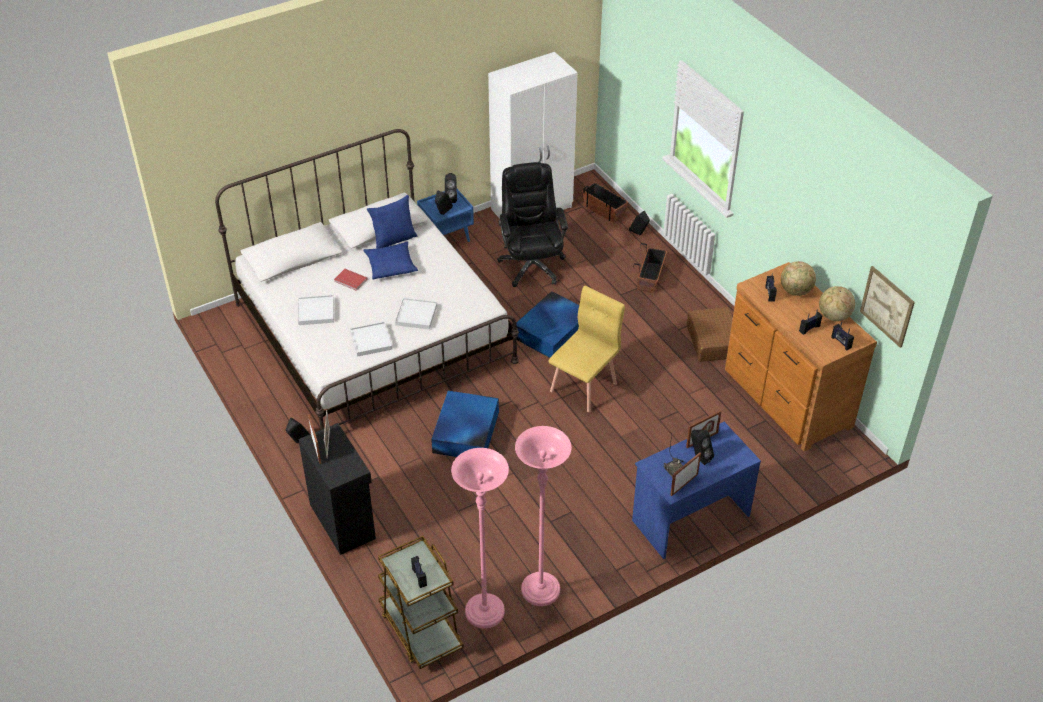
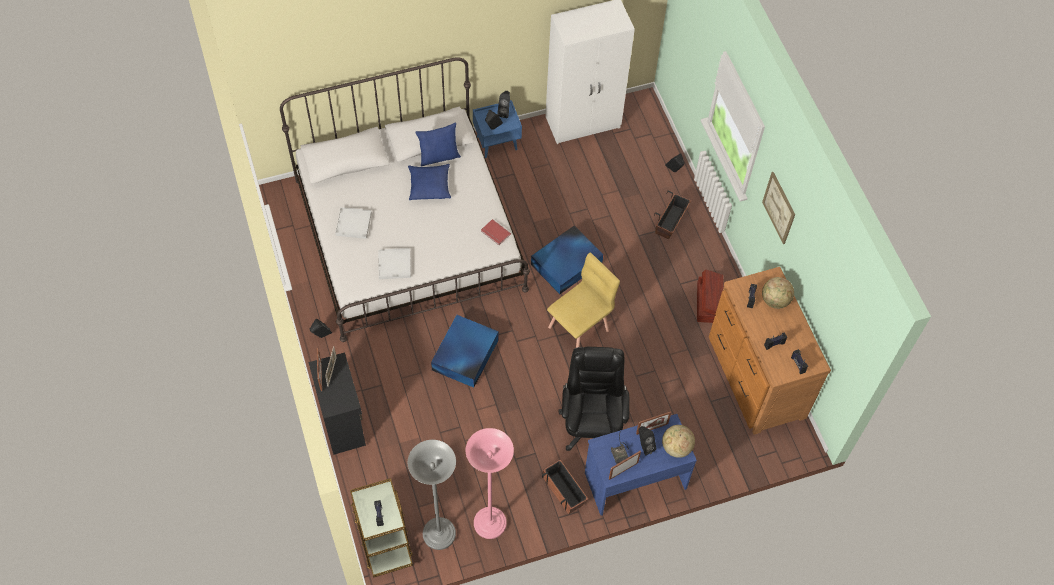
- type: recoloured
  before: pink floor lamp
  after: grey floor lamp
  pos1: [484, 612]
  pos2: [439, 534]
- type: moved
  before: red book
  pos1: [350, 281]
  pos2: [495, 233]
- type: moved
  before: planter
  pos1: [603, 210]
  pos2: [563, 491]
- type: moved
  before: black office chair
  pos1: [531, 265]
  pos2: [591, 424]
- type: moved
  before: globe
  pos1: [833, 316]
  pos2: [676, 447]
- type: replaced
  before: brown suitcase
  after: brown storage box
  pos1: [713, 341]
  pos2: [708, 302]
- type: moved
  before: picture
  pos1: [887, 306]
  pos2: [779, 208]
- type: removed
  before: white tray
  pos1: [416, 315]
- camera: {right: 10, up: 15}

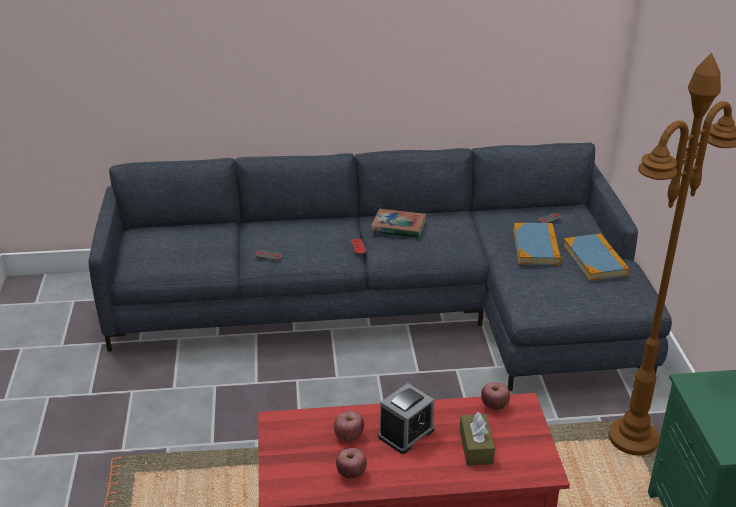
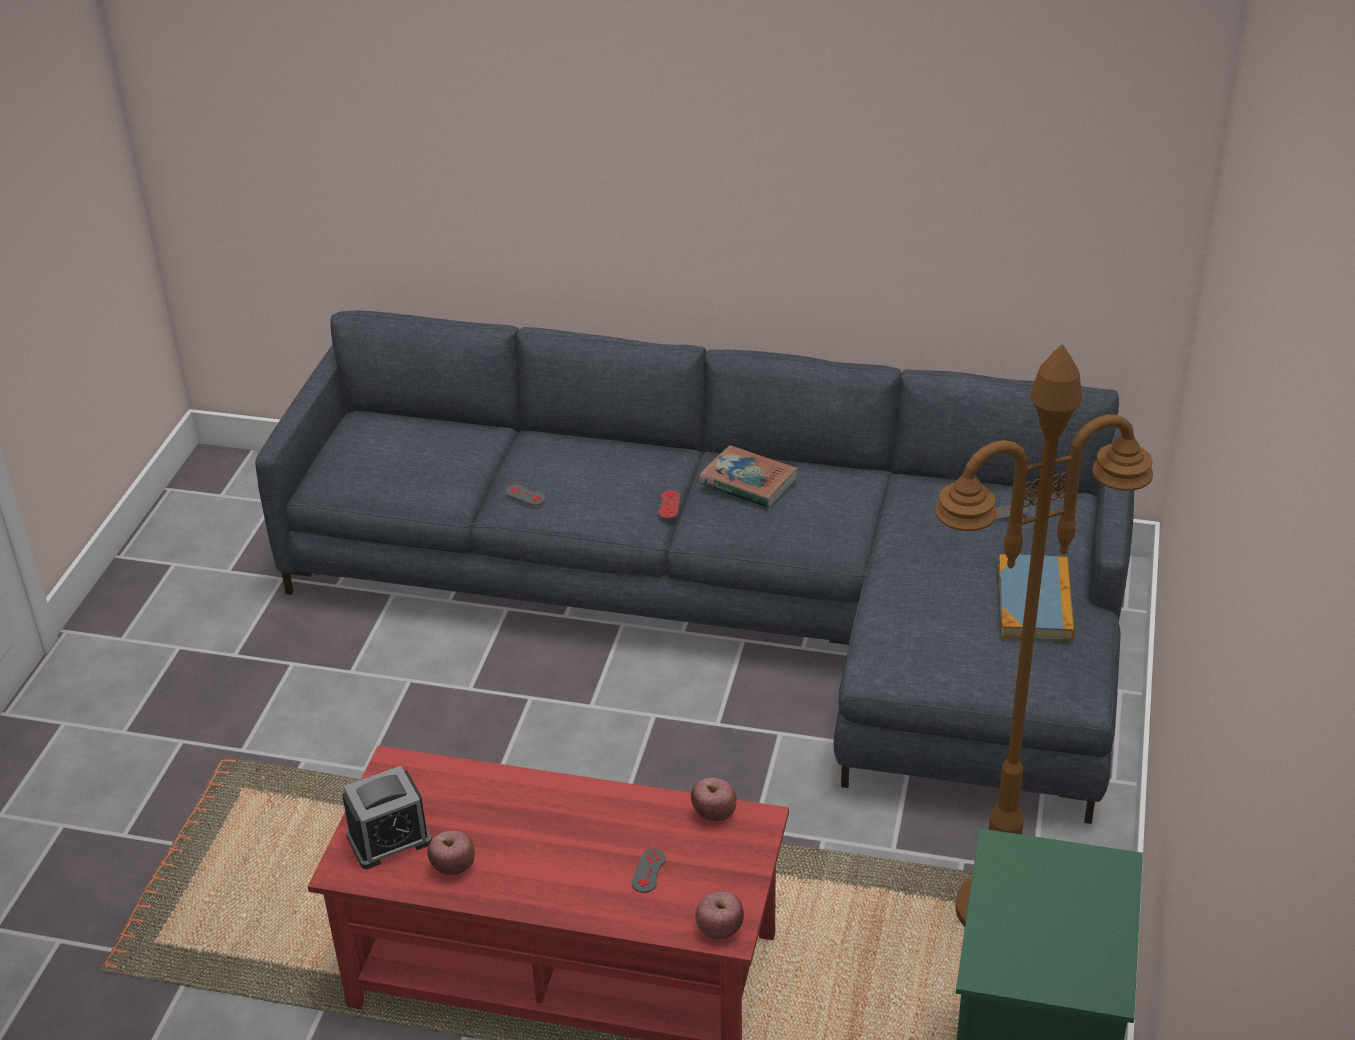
- type: moved
  before: alarm clock
  pos1: [406, 433]
  pos2: [389, 839]
- type: replaced
  before: brown tissue box
  after: grey game controller
  pos1: [476, 447]
  pos2: [648, 871]
- type: moved
  before: apple
  pos1: [348, 436]
  pos2: [719, 929]
- type: removed
  before: book
  pos1: [536, 246]
- camera: {right: 20, up: 5}

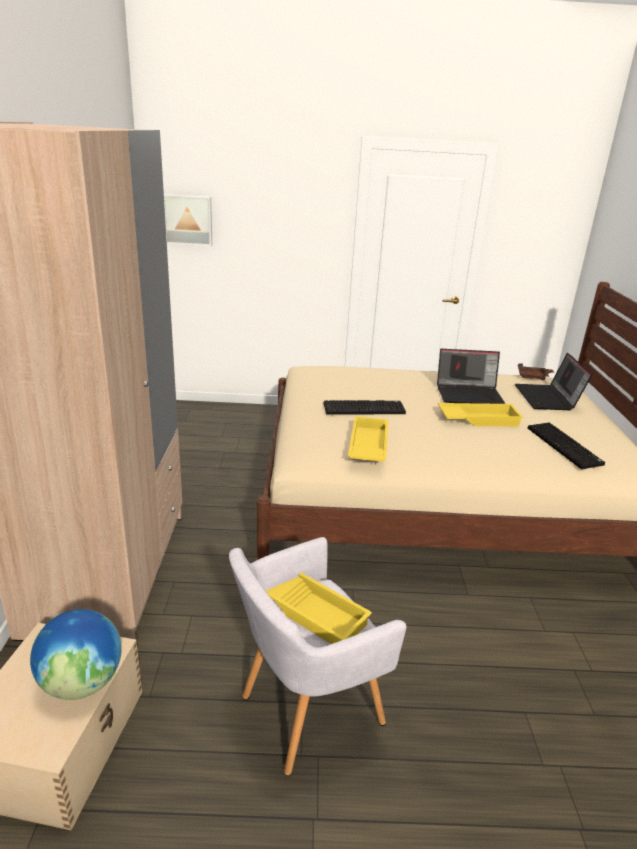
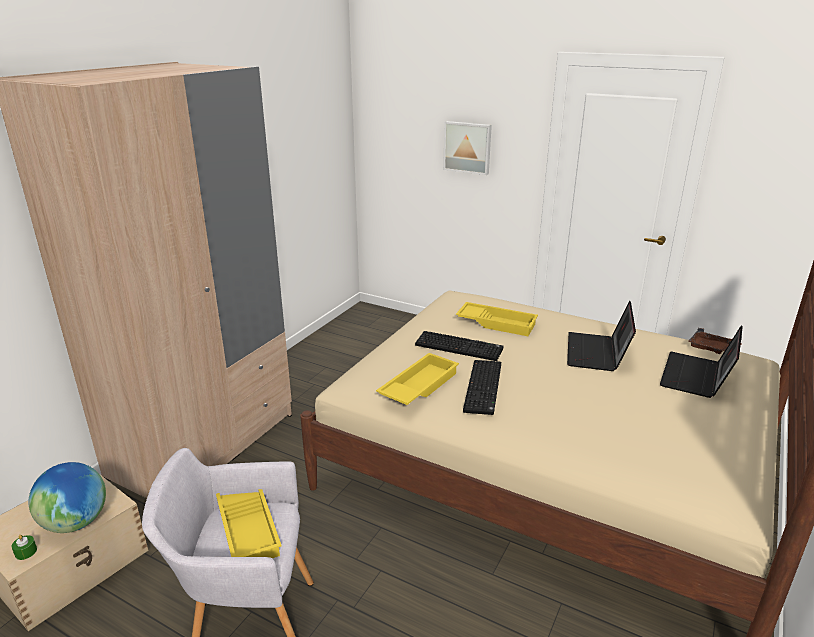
- type: added
  after: green candle
  pos2: [26, 552]
- type: moved
  before: picture
  pos1: [188, 220]
  pos2: [467, 147]
- type: moved
  before: yellow tray
  pos1: [478, 419]
  pos2: [497, 323]
- type: moved
  before: keyboard
  pos1: [565, 446]
  pos2: [484, 388]
- type: turned
  before: laptop
  pos1: [469, 394]
  pos2: [597, 353]
  turn: 75
- camera: {right: 30, up: 0}

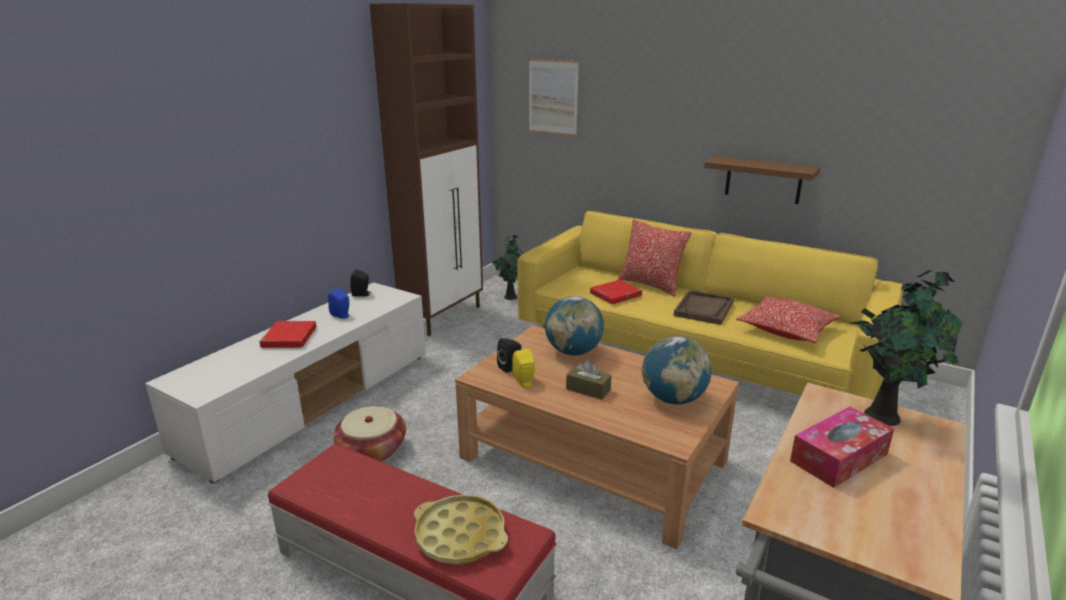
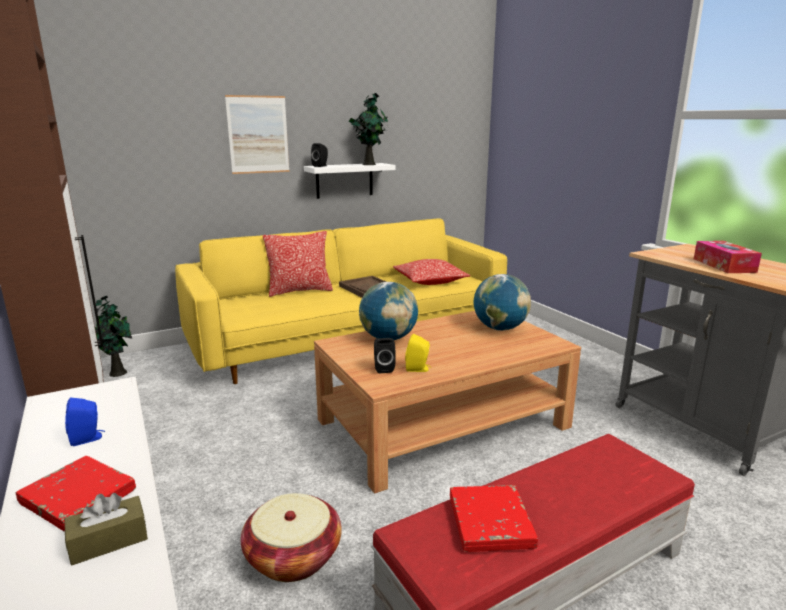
- type: moved
  before: brown tissue box
  pos1: [588, 389]
  pos2: [109, 541]
- type: moved
  before: picture
  pos1: [553, 97]
  pos2: [258, 135]
- type: recoloured
  before: brown shelf
  after: white shelf
  pos1: [763, 180]
  pos2: [344, 180]
- type: moved
  before: black speaker
  pos1: [362, 294]
  pos2: [321, 166]
- type: moved
  before: potted plant
  pos1: [885, 416]
  pos2: [369, 164]
- type: moved
  before: red book
  pos1: [615, 295]
  pos2: [490, 522]
- type: removed
  before: yellow tray
  pos1: [460, 535]
- camera: {right: -60, up: -5}

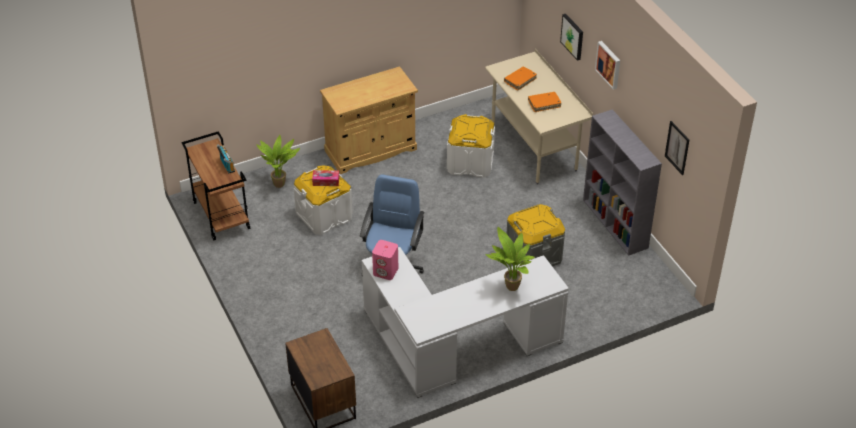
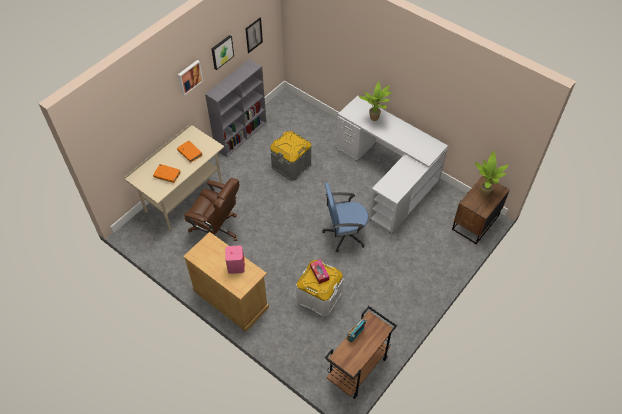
- type: replaced
  before: white storage box
  after: brown office chair
  pos1: [470, 162]
  pos2: [216, 230]
- type: moved
  before: picture
  pos1: [573, 36]
  pos2: [222, 51]
- type: moved
  before: pink speaker
  pos1: [386, 271]
  pos2: [236, 266]
- type: moved
  before: potted plant
  pos1: [281, 184]
  pos2: [483, 193]
- camera: {right: -115, up: 10}

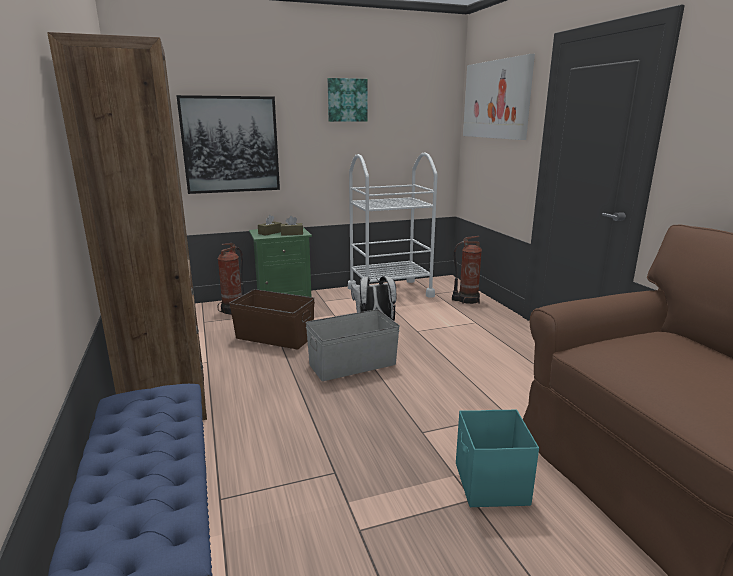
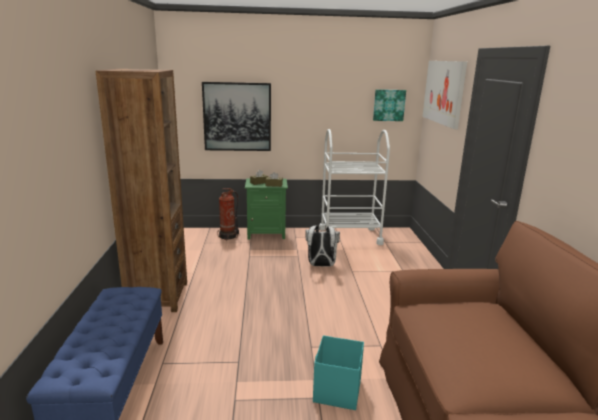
- type: moved
  before: picture
  pos1: [347, 100]
  pos2: [389, 105]
- type: removed
  before: brown storage box
  pos1: [275, 337]
- type: removed
  before: grey storage box
  pos1: [352, 364]
- type: removed
  before: fire extinguisher
  pos1: [466, 300]
- camera: {right: 15, up: 0}

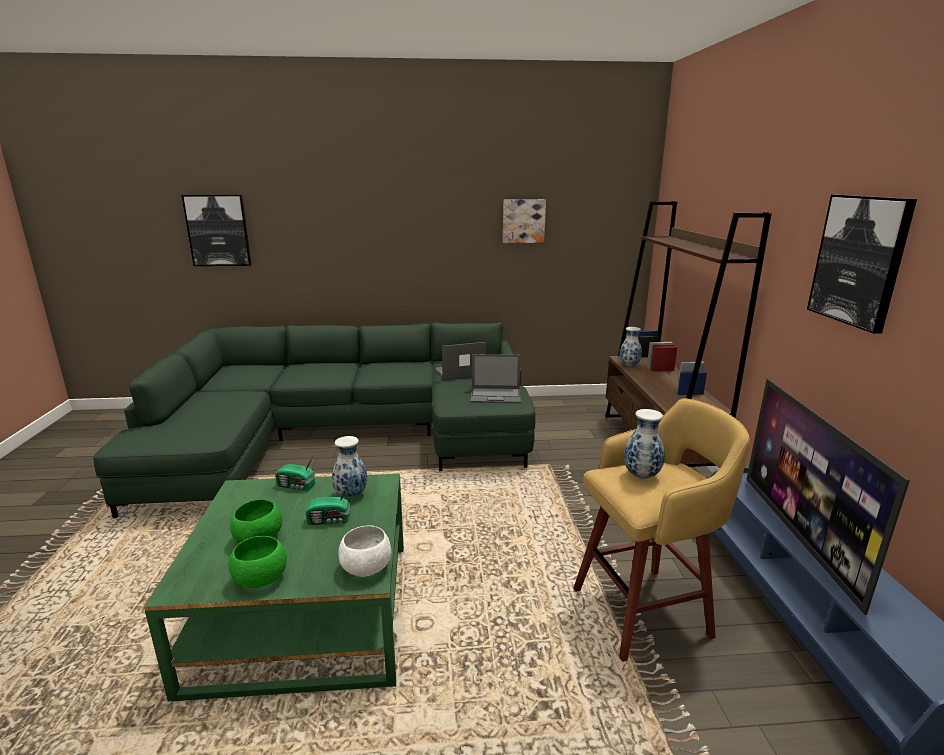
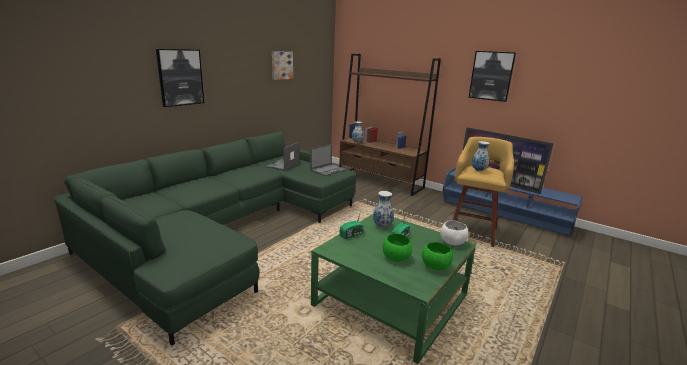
- type: moved
  before: picture
  pos1: [218, 230]
  pos2: [180, 77]
- camera: {right: -50, up: 0}

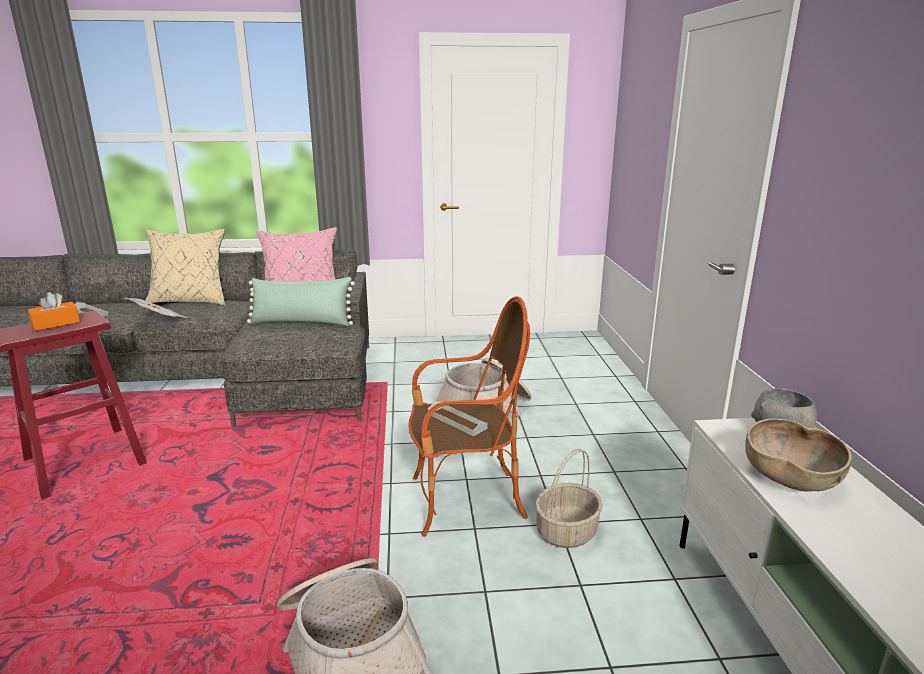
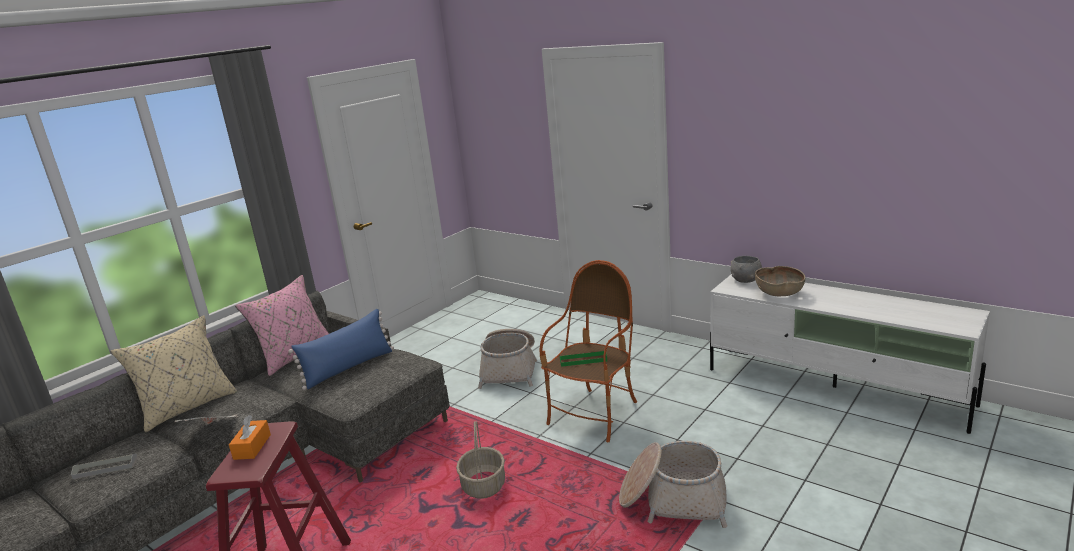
- type: recoloured
  before: green pillow
  after: blue pillow
  pos1: [301, 323]
  pos2: [349, 368]
- type: moved
  before: basket
  pos1: [566, 531]
  pos2: [483, 485]
- type: recoloured
  before: grey tray
  after: green tray
  pos1: [456, 421]
  pos2: [583, 360]
- camera: {right: -45, up: 0}

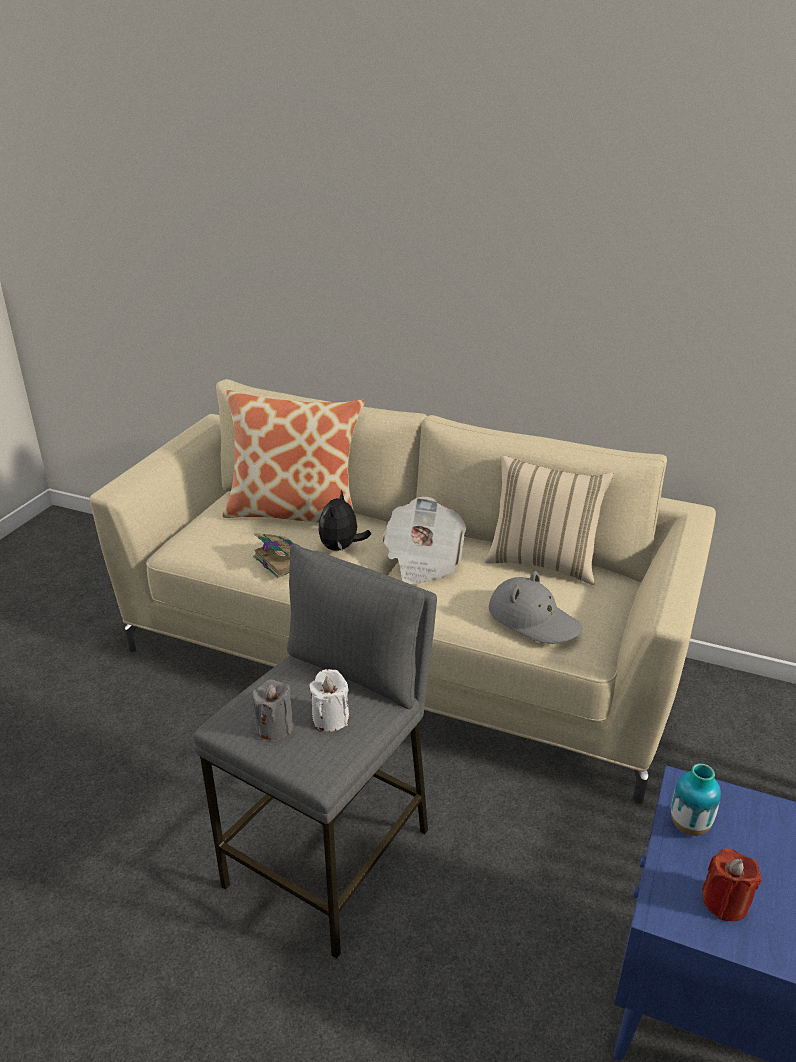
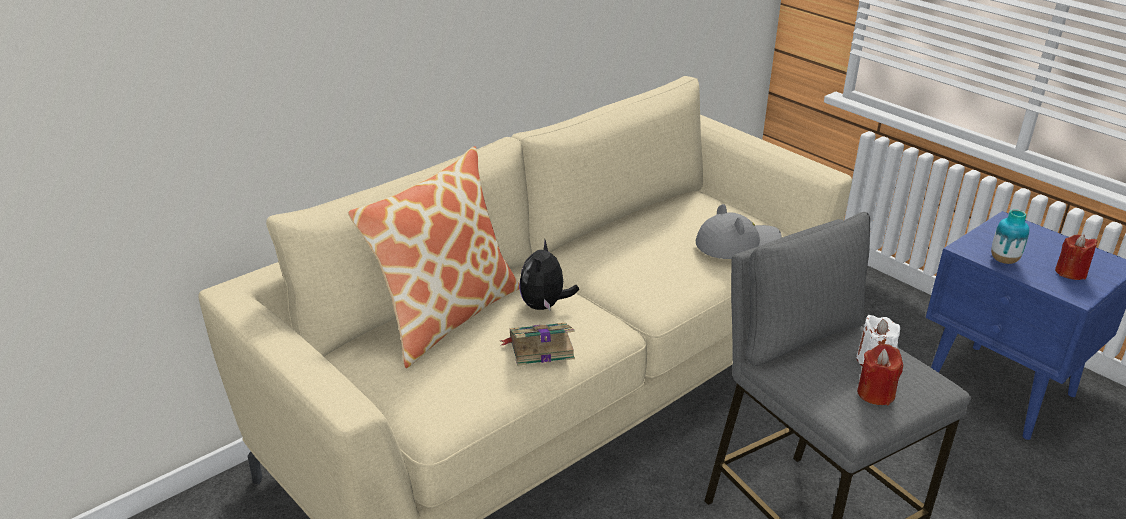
- type: turned
  before: plush toy
  pos1: [341, 548]
  pos2: [544, 306]
  turn: 60
- type: recoloured
  before: grey candle
  after: red candle
  pos1: [274, 727]
  pos2: [875, 393]
- type: removed
  before: newspaper
  pos1: [423, 561]
- type: removed
  before: beige pillow
  pos1: [542, 562]
- camera: {right: -65, up: 0}

